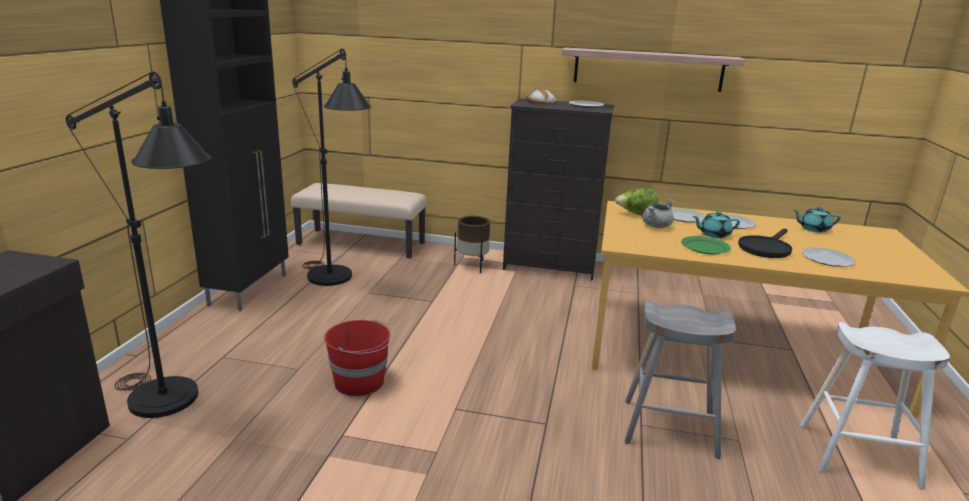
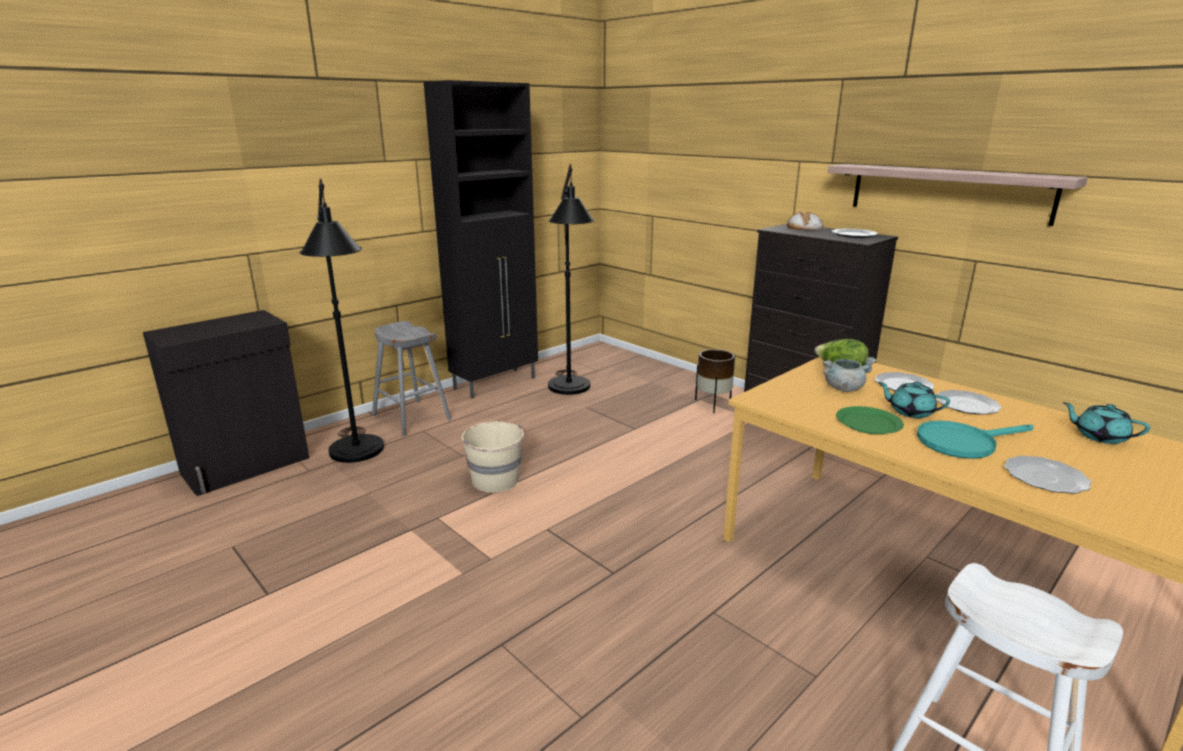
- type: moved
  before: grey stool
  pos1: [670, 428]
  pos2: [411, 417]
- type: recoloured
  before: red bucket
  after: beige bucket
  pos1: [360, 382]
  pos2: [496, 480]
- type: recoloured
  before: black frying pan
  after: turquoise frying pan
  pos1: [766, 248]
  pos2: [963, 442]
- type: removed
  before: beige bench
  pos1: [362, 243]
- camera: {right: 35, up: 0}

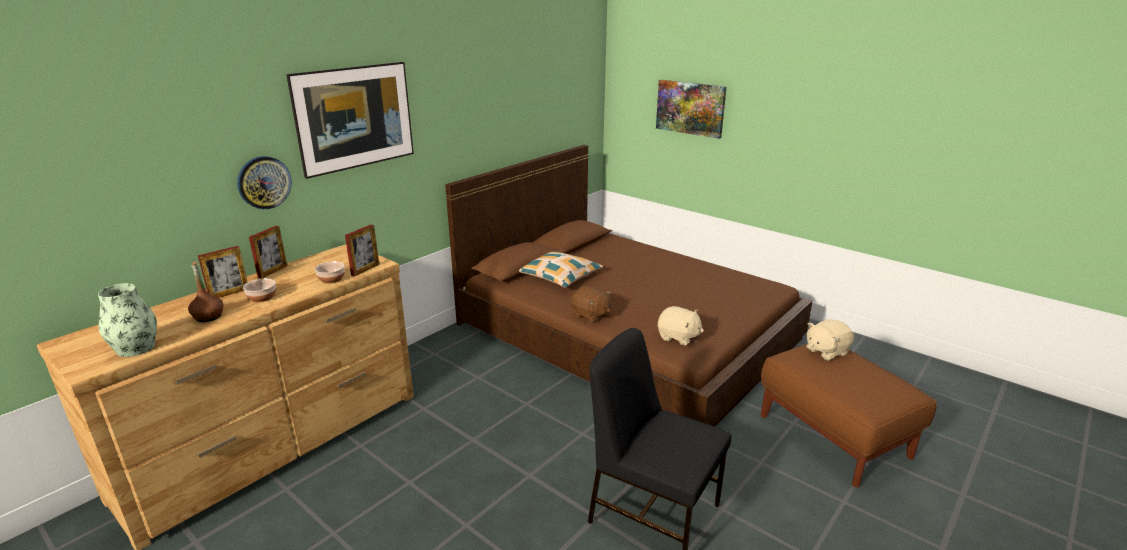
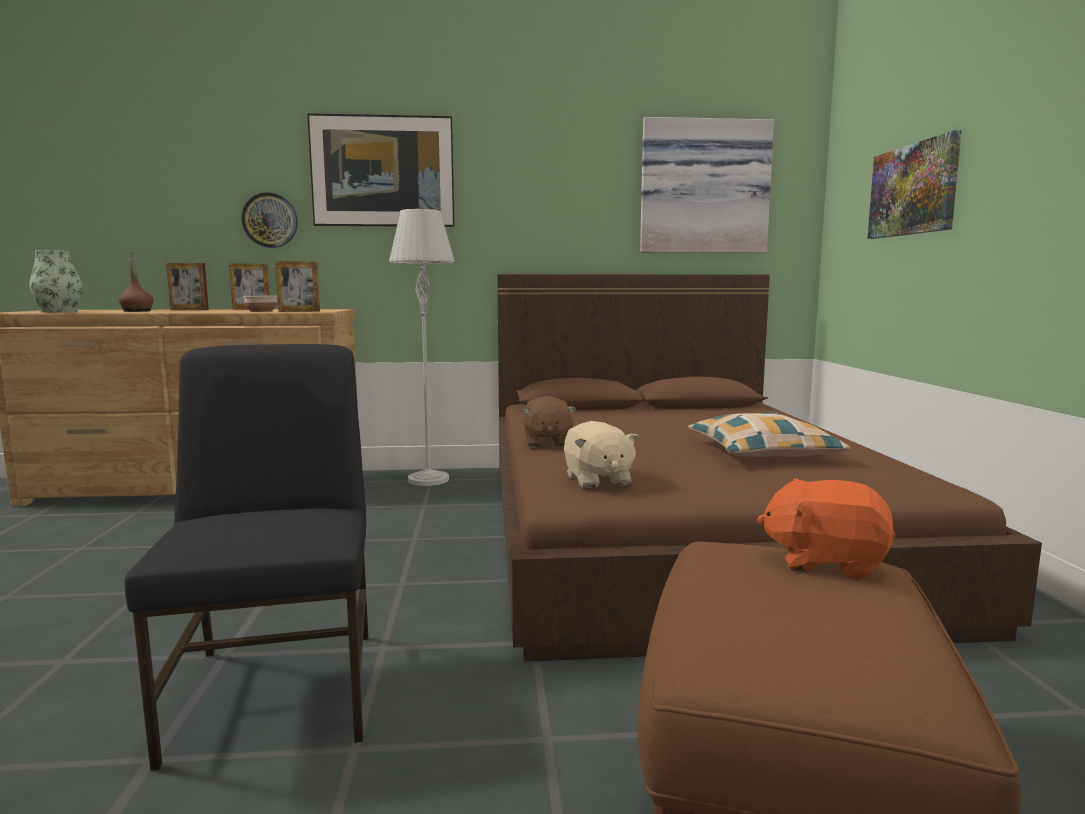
- type: added
  after: grey floor lamp
  pos2: [428, 480]
- type: added
  after: picture
  pos2: [703, 187]
- type: moved
  before: pillow
  pos1: [560, 276]
  pos2: [762, 453]
- type: recoloured
  before: beige plush toy
  after: orange plush toy
  pos1: [826, 351]
  pos2: [825, 562]
- type: removed
  before: bowl
  pos1: [262, 298]
- camera: {right: 45, up: -15}

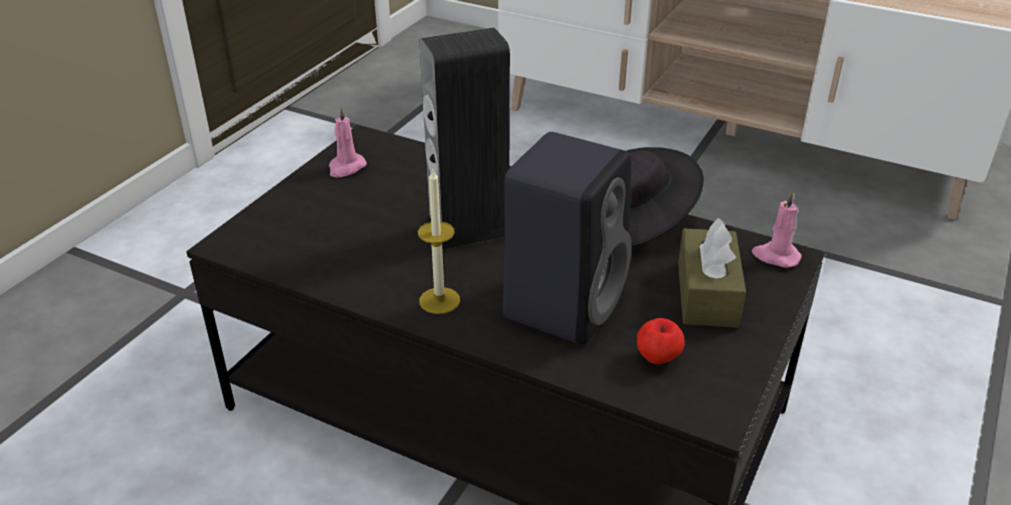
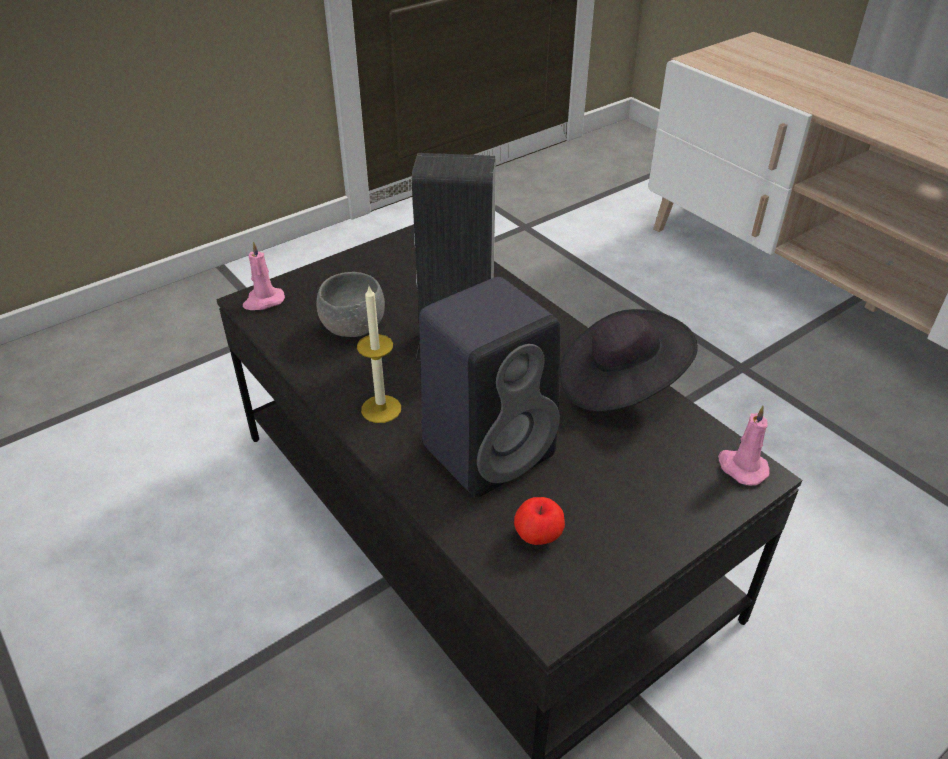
- type: moved
  before: pink candle
  pos1: [346, 168]
  pos2: [263, 301]
- type: added
  after: grey bowl
  pos2: [353, 328]
- type: removed
  before: brown tissue box
  pos1: [707, 294]
- camera: {right: 25, up: 5}

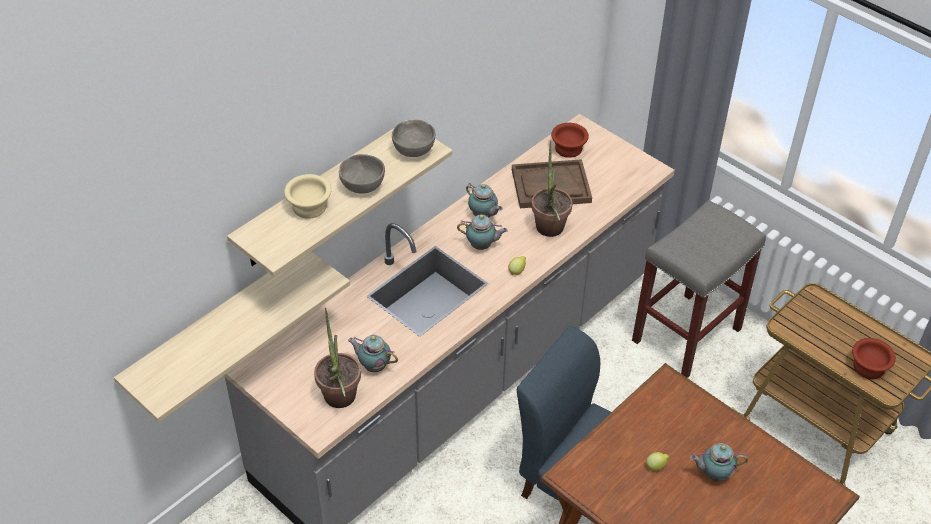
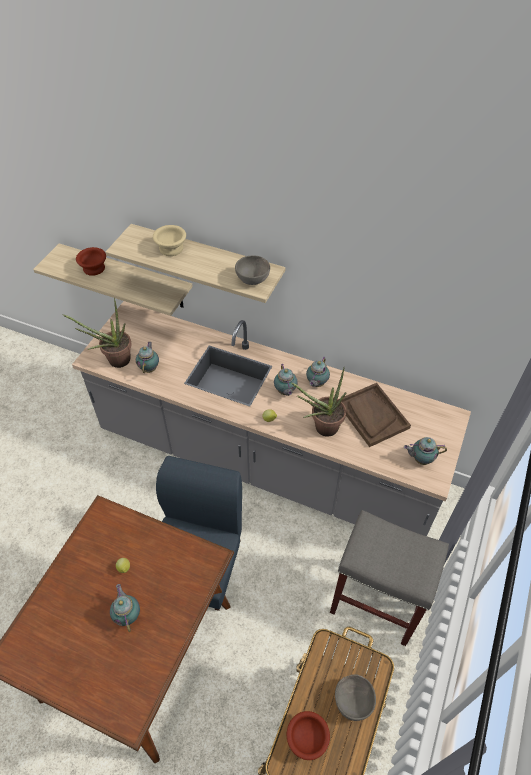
- type: moved
  before: brown bowl
  pos1: [569, 149]
  pos2: [93, 269]
- type: moved
  before: grey bowl
  pos1: [362, 186]
  pos2: [353, 700]
- type: added
  after: teapot
  pos2: [420, 459]
- camera: {right: 70, up: 5}

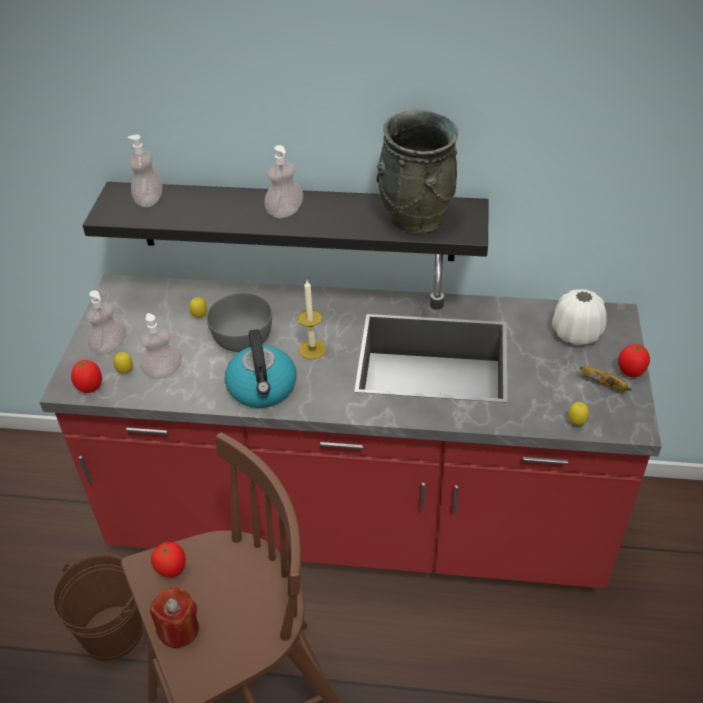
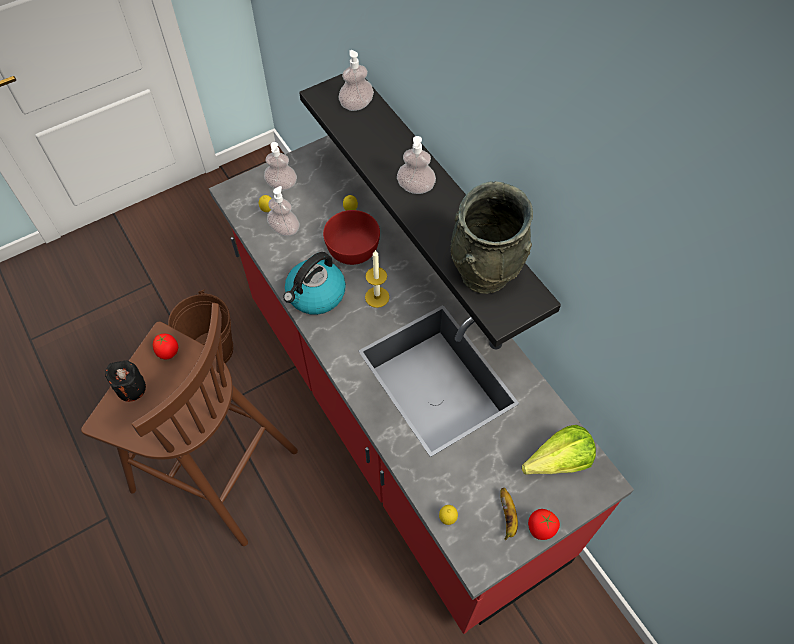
- type: recoloured
  before: red candle
  after: black candle
  pos1: [179, 629]
  pos2: [131, 388]
- type: recoloured
  before: grey bowl
  after: red bowl
  pos1: [241, 337]
  pos2: [352, 248]
- type: replaced
  before: white vase
  after: lettuce
  pos1: [576, 333]
  pos2: [551, 462]
- type: removed
  before: tomato
  pos1: [90, 388]
- camera: {right: 50, up: 15}

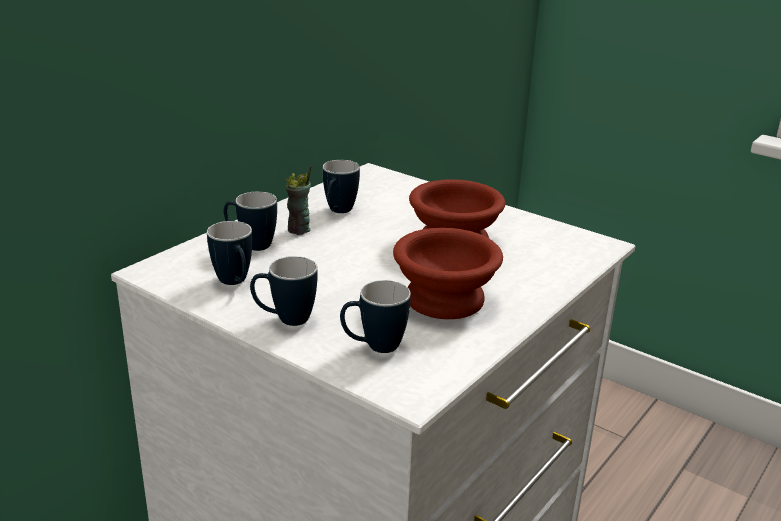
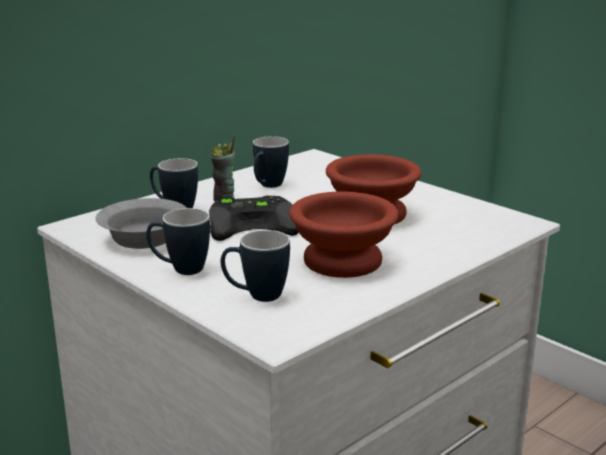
- type: replaced
  before: mug
  after: grey bowl
  pos1: [235, 283]
  pos2: [146, 239]
- type: added
  after: black game controller
  pos2: [254, 223]
- camera: {right: 10, up: -5}

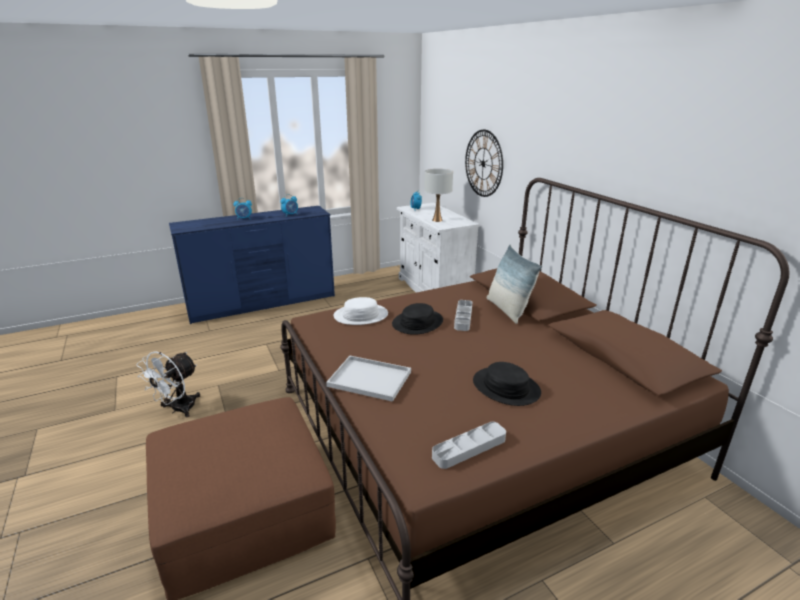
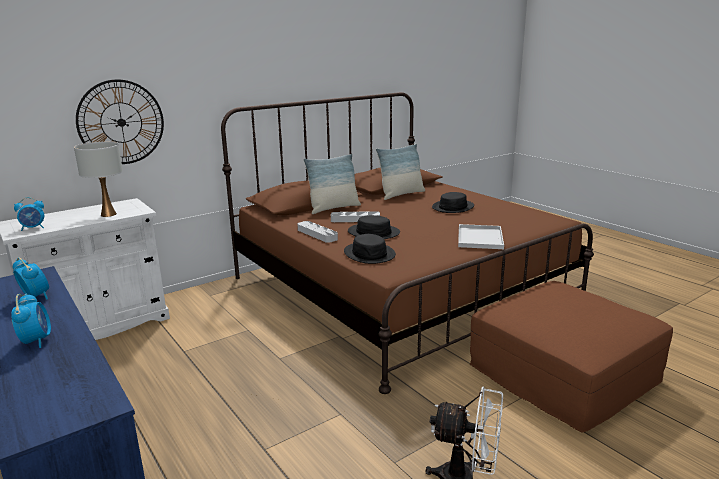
- type: moved
  before: grey tray
  pos1: [469, 448]
  pos2: [317, 234]
- type: recoloured
  before: white hat
  after: black hat
  pos1: [361, 315]
  pos2: [369, 254]
- type: added
  after: pillow
  pos2: [401, 194]
- camera: {right: -100, up: -5}

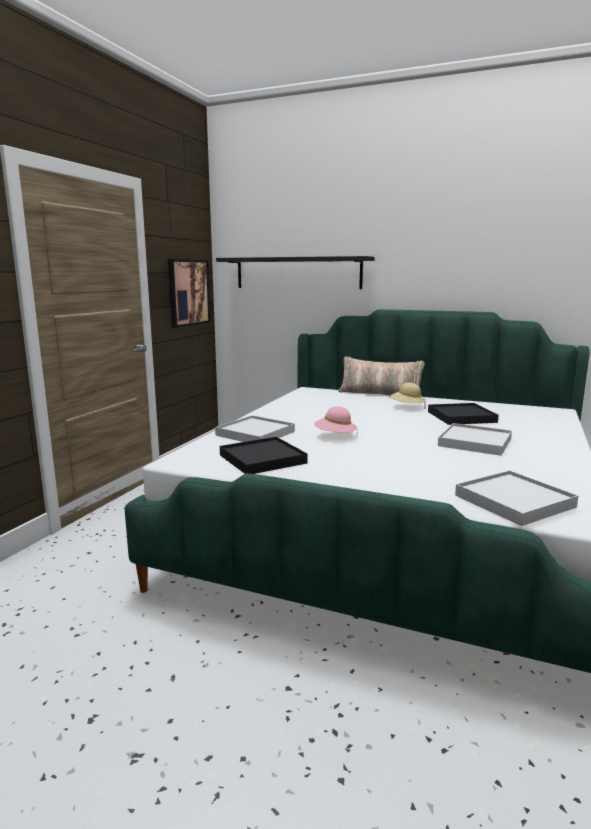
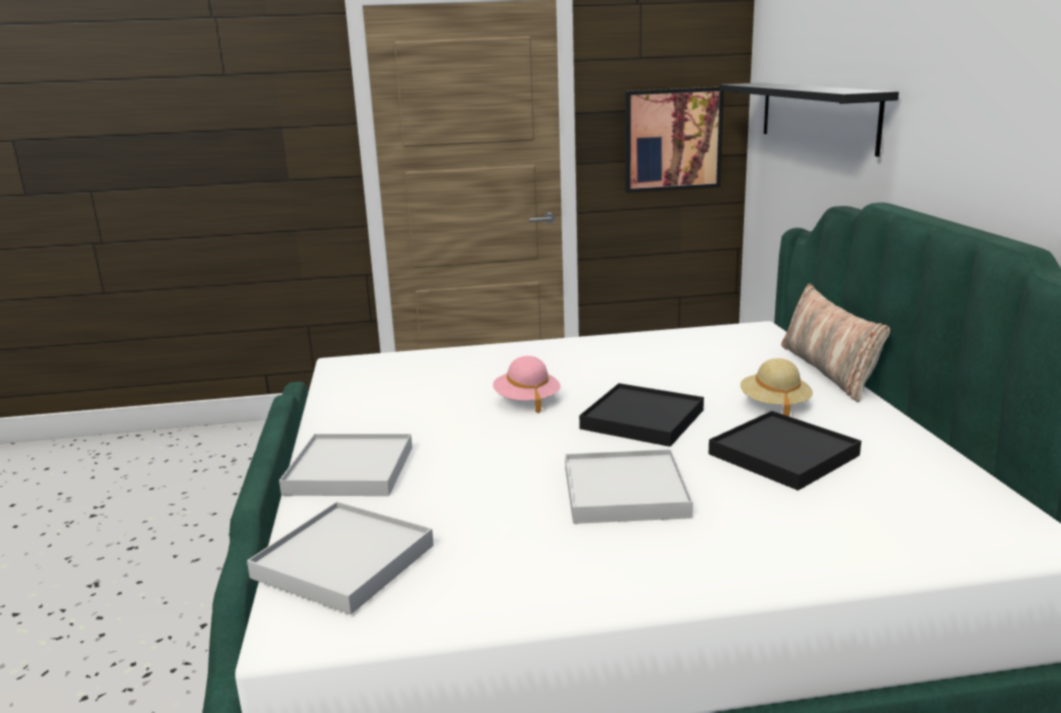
- type: moved
  before: white tray
  pos1: [255, 433]
  pos2: [350, 470]
- type: moved
  before: black tray
  pos1: [262, 459]
  pos2: [642, 419]
- camera: {right: 60, up: 5}

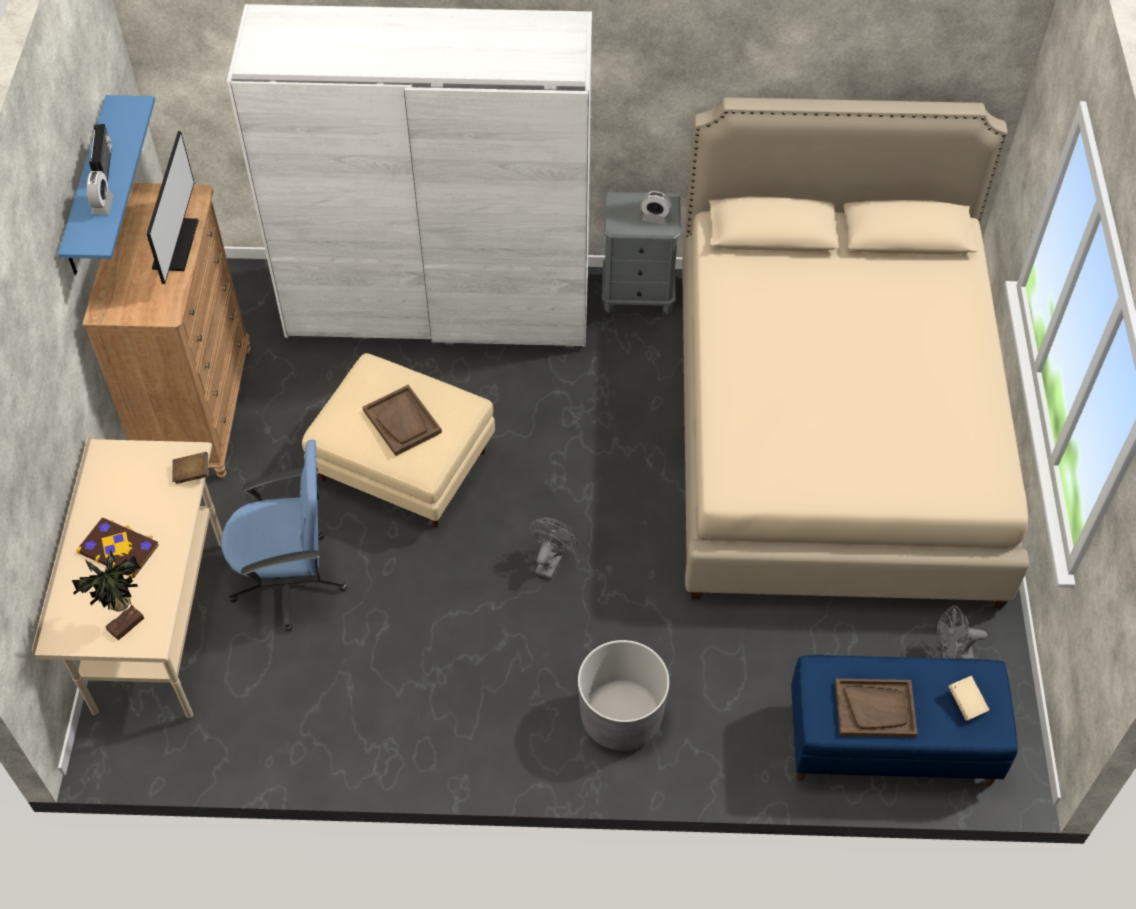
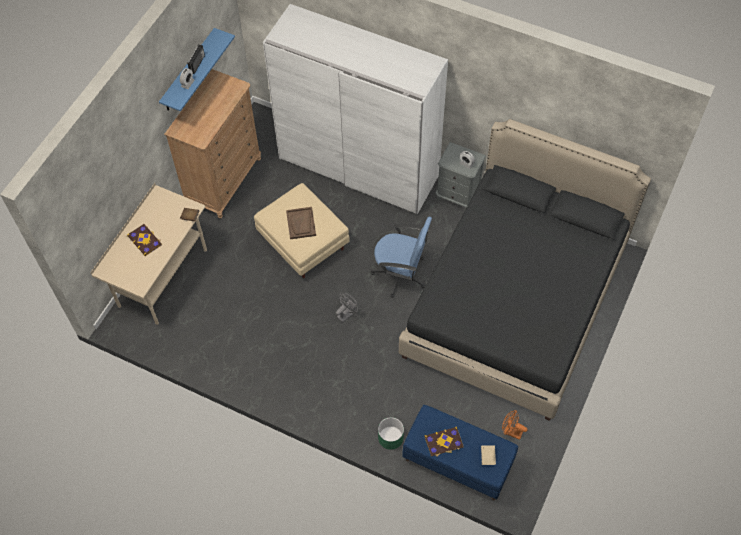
- type: moved
  before: blue office chair
  pos1: [291, 580]
  pos2: [401, 274]
- type: added
  after: green planter
  pos2: [390, 437]
- type: recoloured
  before: beige bed
  after: black bed
  pos1: [831, 430]
  pos2: [515, 300]
- type: replaced
  before: brown tray
  after: book
  pos1: [875, 709]
  pos2: [444, 442]
- type: recoloured
  before: grey fan
  after: orange fan
  pos1: [950, 653]
  pos2: [511, 432]
- type: removed
  before: potted plant
  pos1: [128, 625]
- type: removed
  before: monitor
  pos1: [175, 244]
- type: removed
  before: grey planter
  pos1: [621, 717]
- camera: {right: 25, up: 5}

